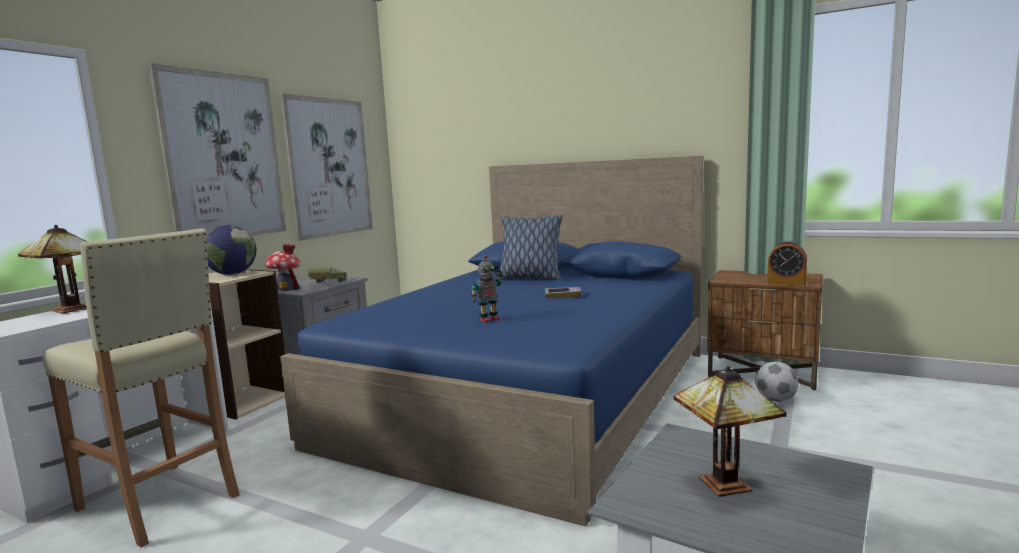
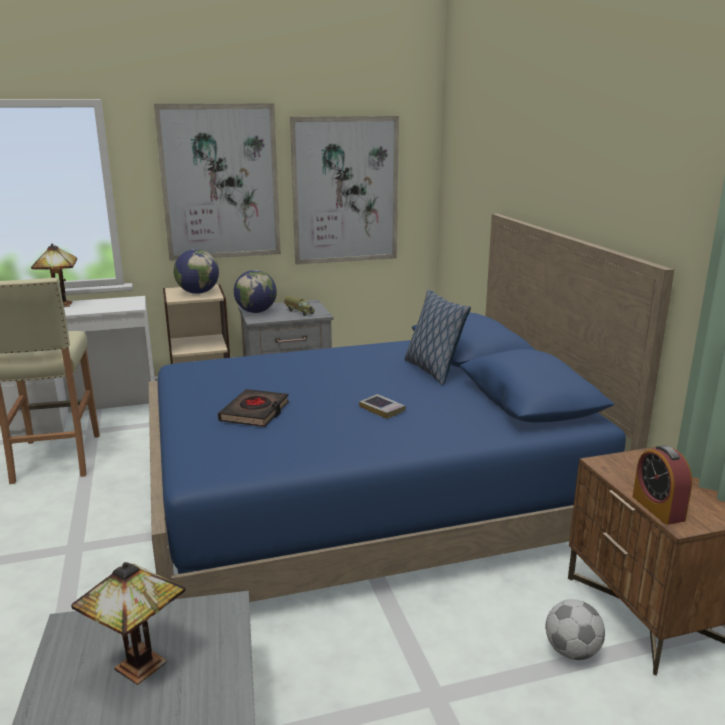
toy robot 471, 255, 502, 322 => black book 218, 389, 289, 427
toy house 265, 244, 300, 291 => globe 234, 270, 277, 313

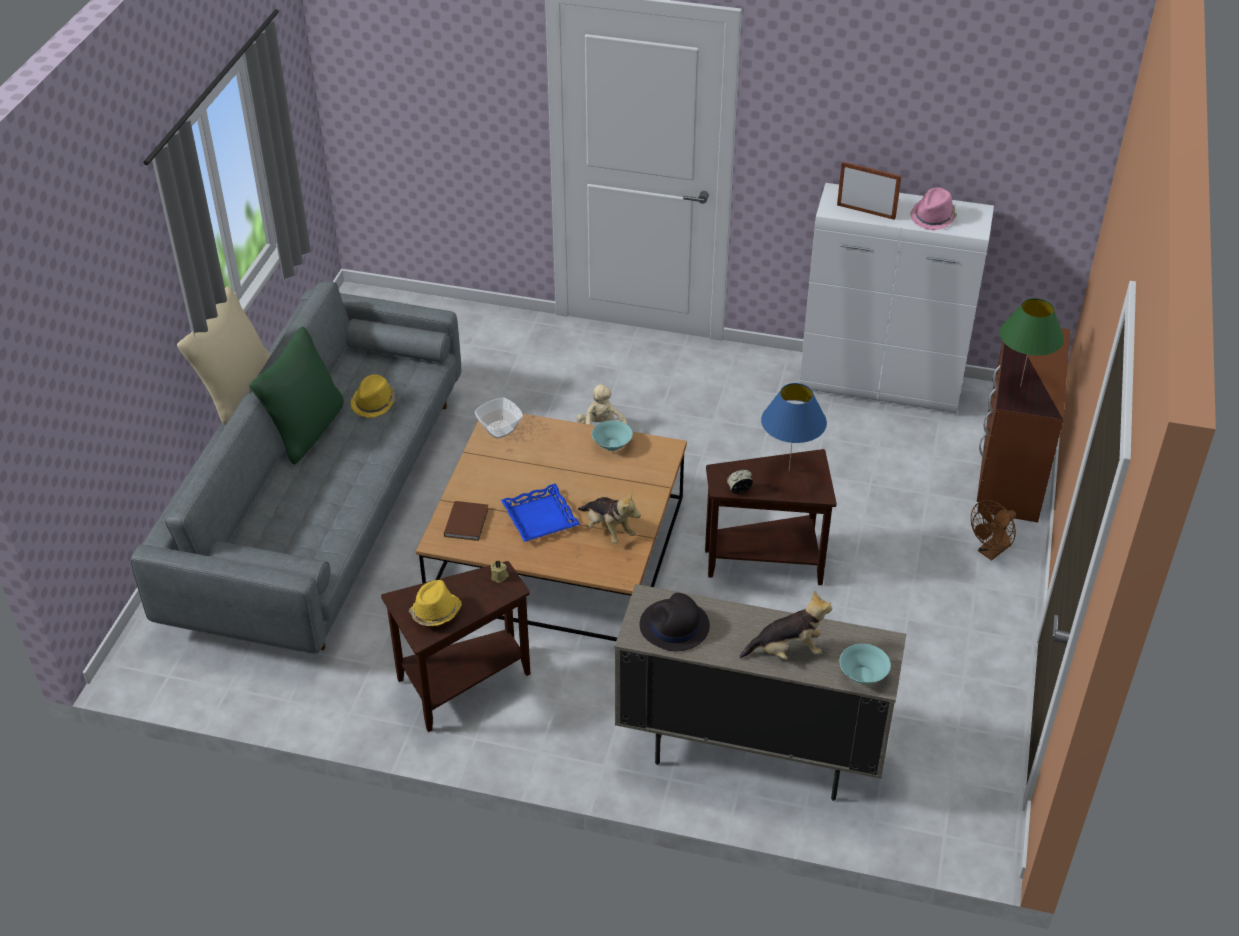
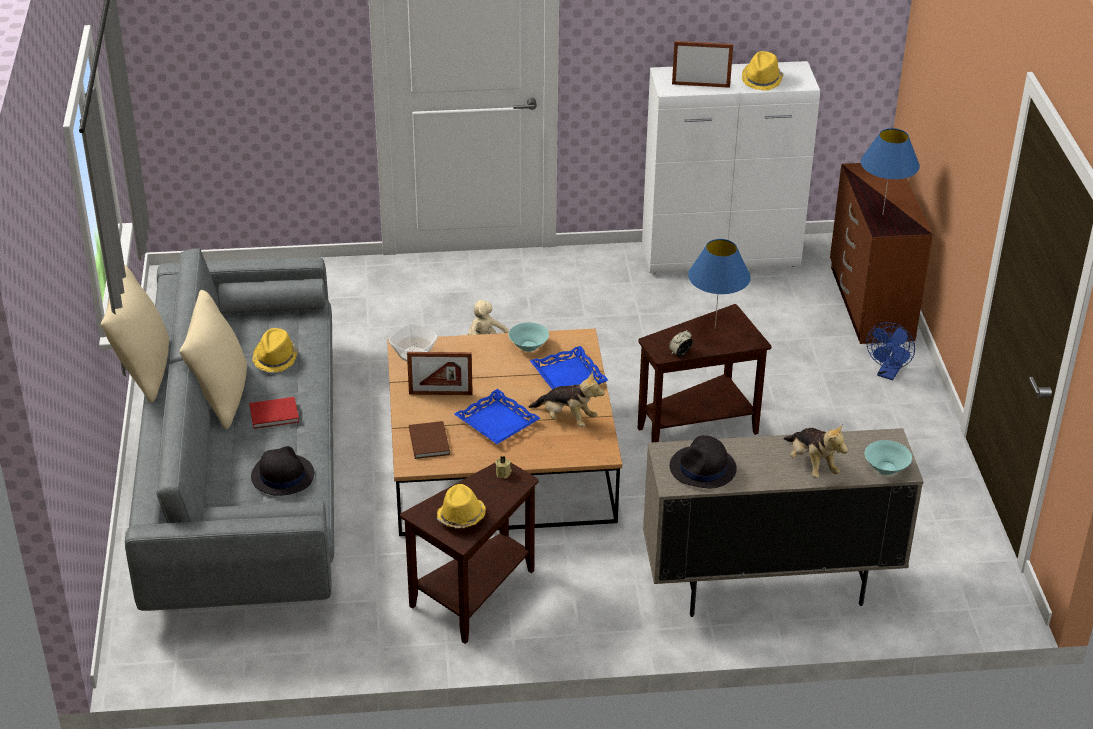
green pillow 249, 327, 344, 465 => beige pillow 179, 290, 247, 429
nothing => red book 249, 397, 299, 429
nothing => black hat 251, 446, 314, 496
nothing => picture frame 407, 352, 473, 395
nothing => blue tray 529, 346, 608, 389
pink hat 910, 187, 957, 231 => yellow hat 741, 51, 784, 91
plush toy 739, 590, 832, 660 => plush toy 783, 424, 848, 478, 90 degrees clockwise
green table lamp 1000, 298, 1064, 387 => blue table lamp 861, 128, 920, 213
brown fan 971, 500, 1016, 560 => blue fan 866, 322, 915, 380

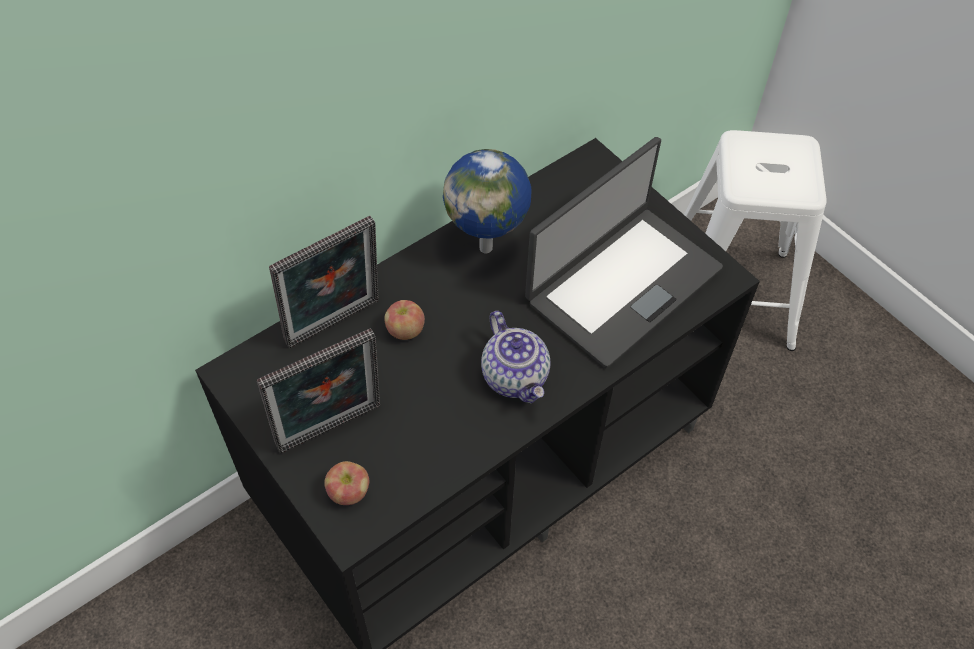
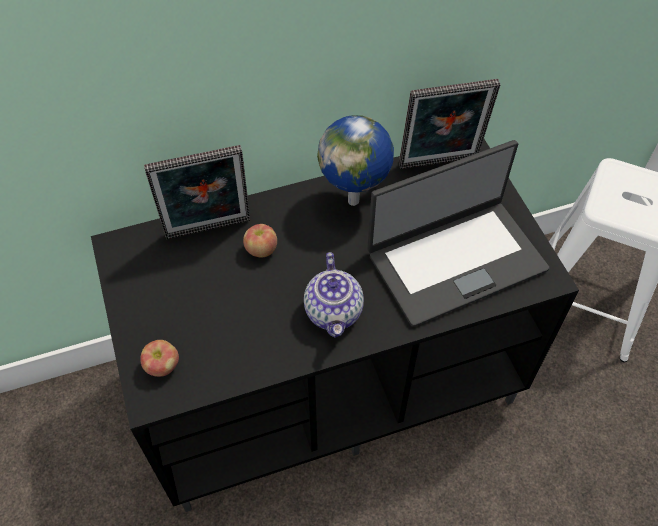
picture frame 257, 328, 380, 454 => picture frame 399, 79, 500, 169, shifted

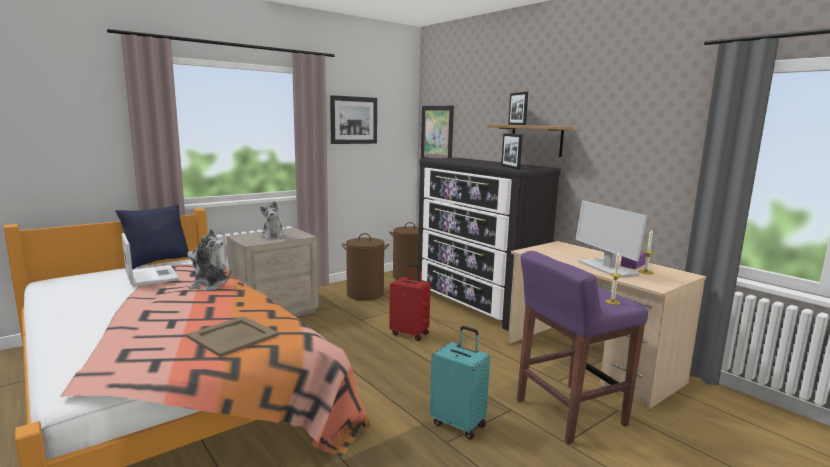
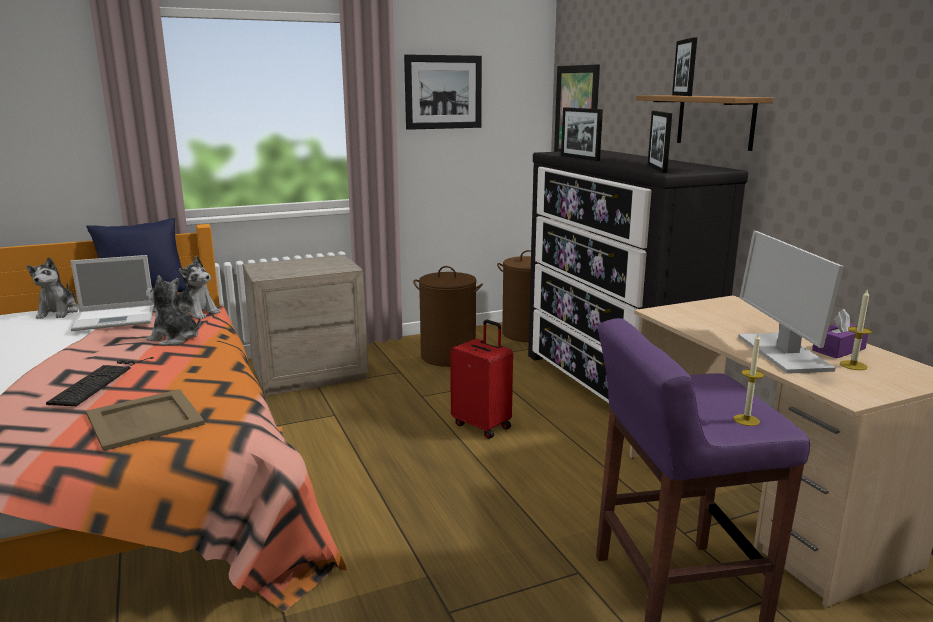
plush toy 260, 201, 285, 240 => plush toy 27, 257, 79, 319, shifted
nothing => keyboard 46, 357, 154, 406
laptop 122, 233, 179, 287 => laptop 71, 255, 154, 331, 90 degrees clockwise
nothing => picture frame 561, 107, 603, 161
turquoise suitcase 430, 326, 490, 440 => nothing

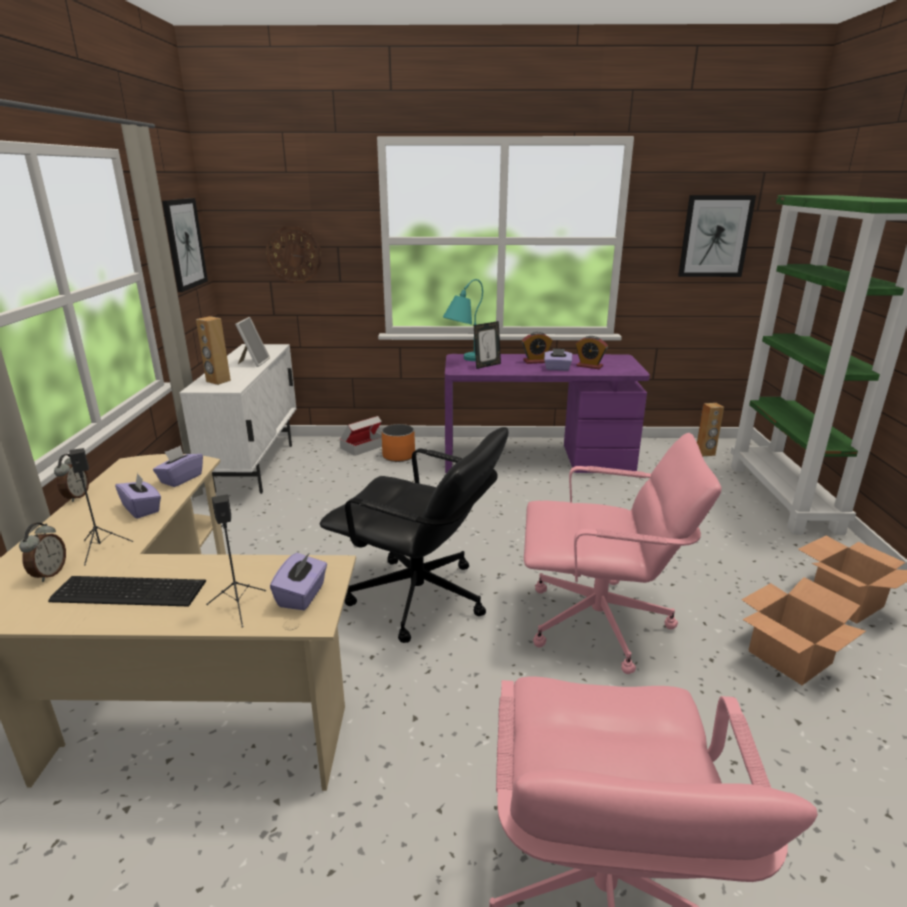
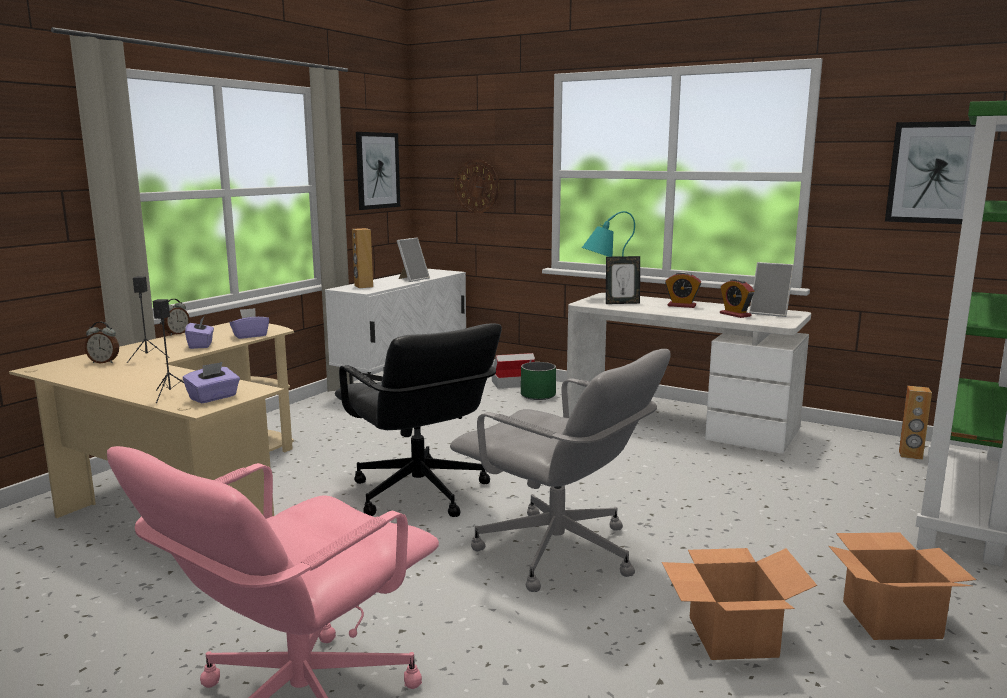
alarm clock 19, 523, 66, 582 => alarm clock 84, 322, 119, 364, 60 degrees clockwise
pink office chair 524, 433, 721, 674 => grey office chair 450, 349, 671, 592
orange planter 382, 424, 415, 462 => green planter 521, 362, 556, 400
purple desk 445, 354, 650, 473 => white desk 567, 293, 811, 453
nothing => picture frame 749, 262, 794, 317
keyboard 48, 576, 206, 606 => nothing
purple tissue box 544, 348, 572, 371 => nothing

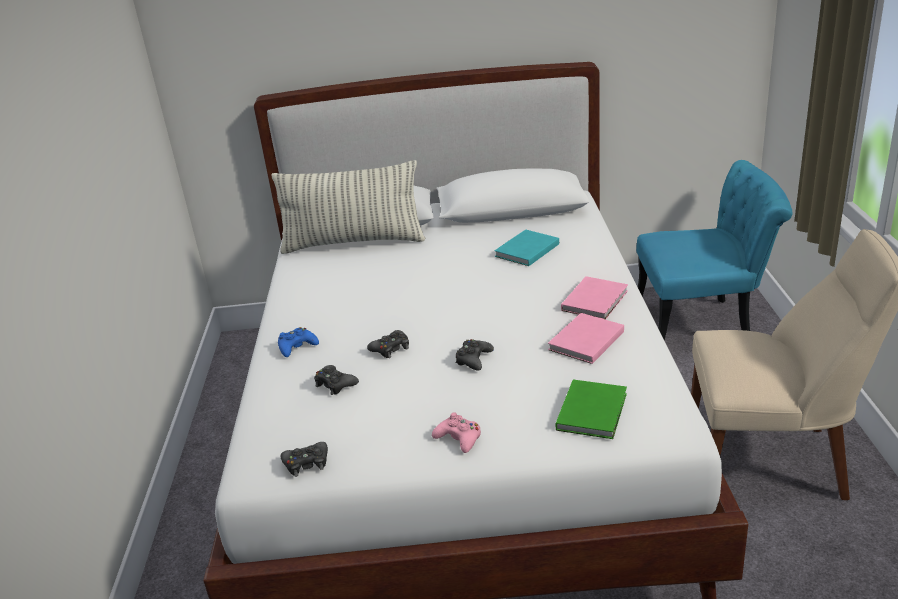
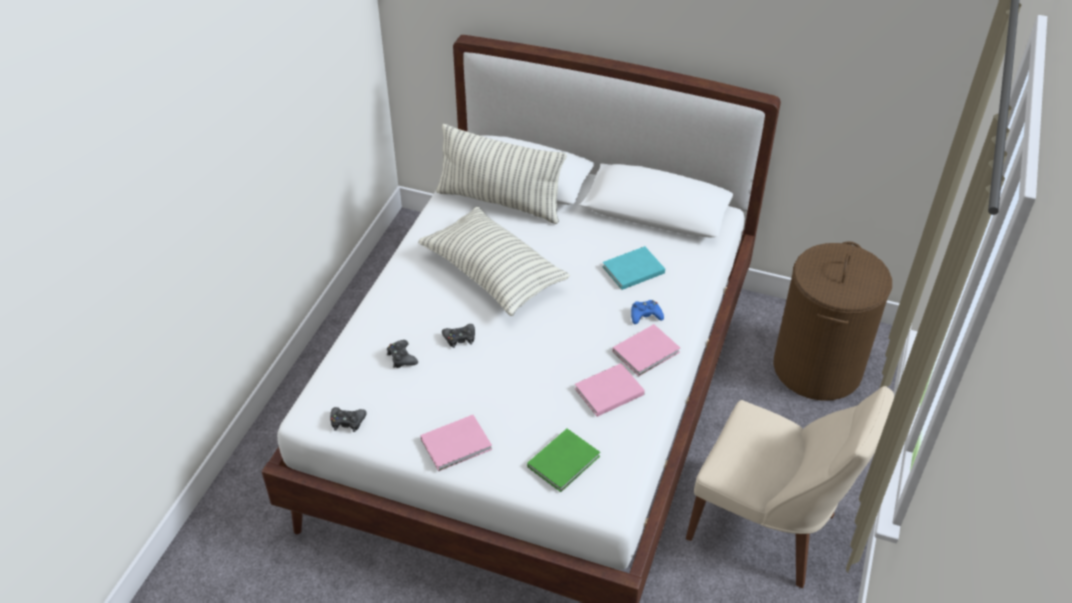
nothing => pillow 418, 207, 570, 316
pink game controller 432, 413, 481, 453 => pink book 420, 415, 492, 471
blue game controller 278, 327, 319, 357 => blue game controller 631, 300, 664, 324, shifted
turquoise chair 636, 160, 792, 341 => brown laundry basket 773, 241, 892, 401
black game controller 456, 339, 494, 371 => nothing

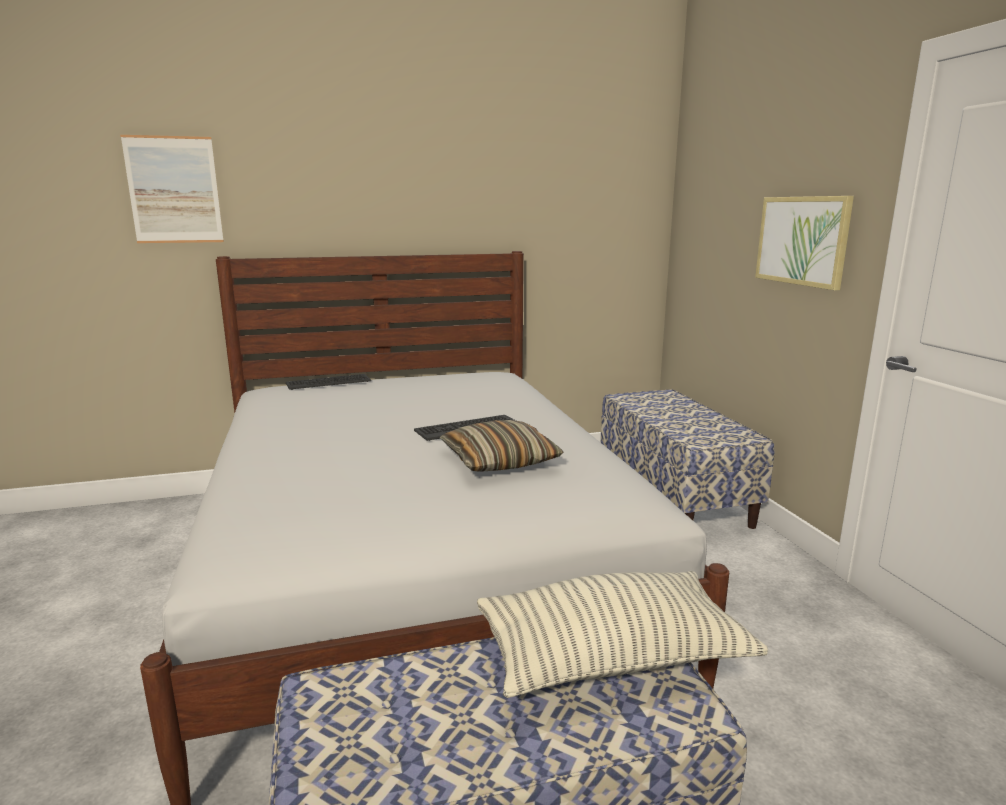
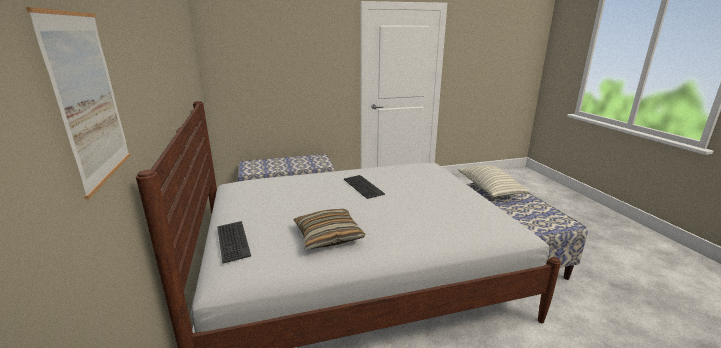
pillow 440, 420, 563, 472 => pillow 293, 209, 365, 249, shifted
picture 755, 196, 854, 290 => nothing

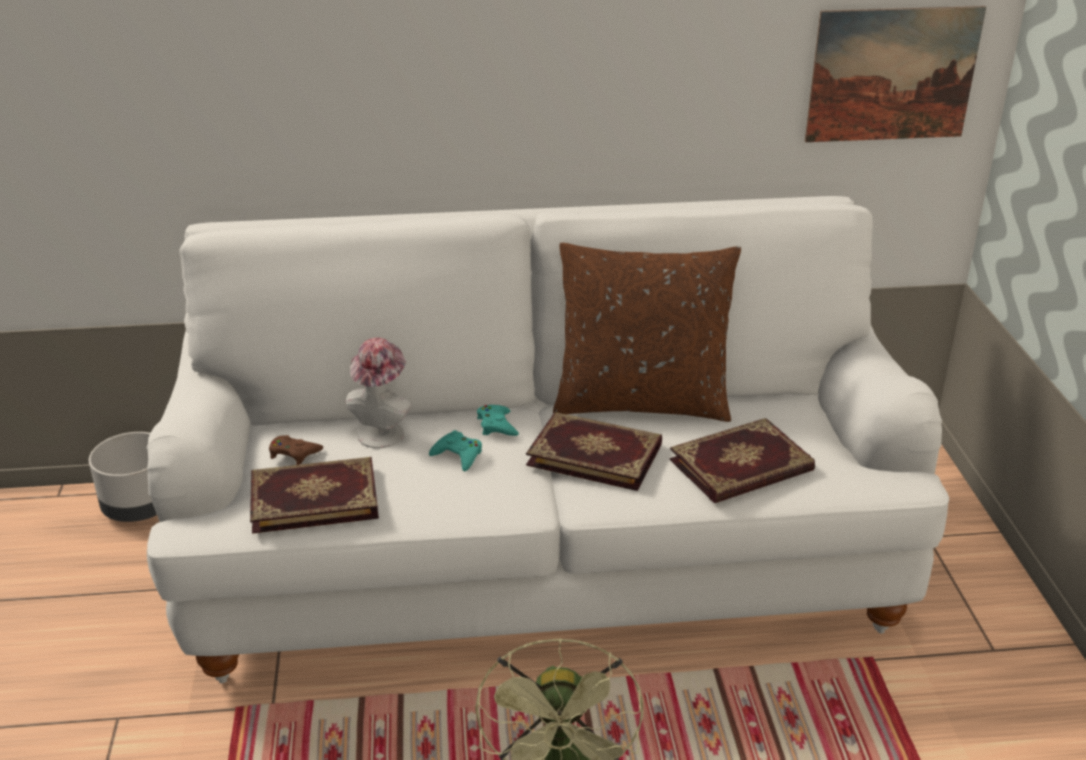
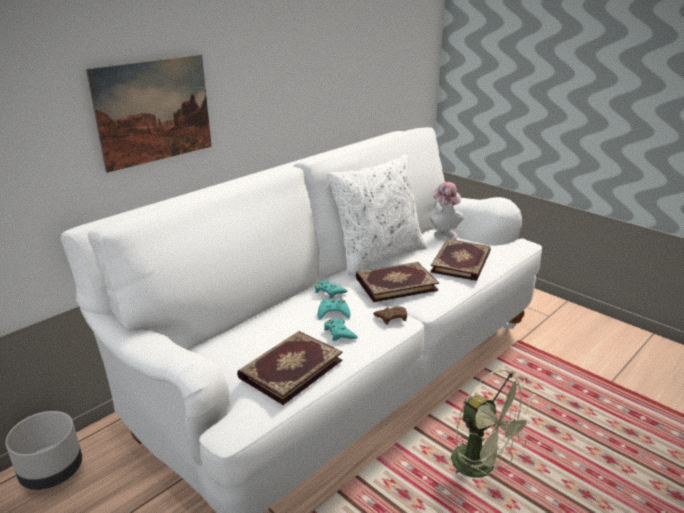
picture 805, 6, 986, 142 => picture 86, 54, 212, 173, shifted
nothing => turquoise game controller 324, 319, 358, 341
brown pillow 553, 243, 741, 422 => white pillow 327, 153, 427, 276
brown game controller 269, 435, 323, 465 => brown game controller 373, 306, 407, 325, shifted
hat 346, 337, 411, 448 => hat 430, 182, 464, 241, shifted

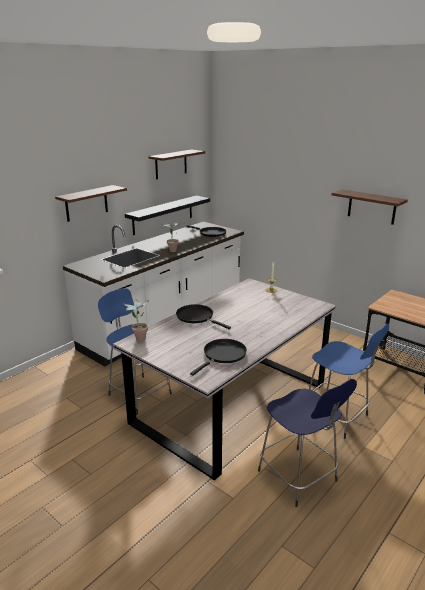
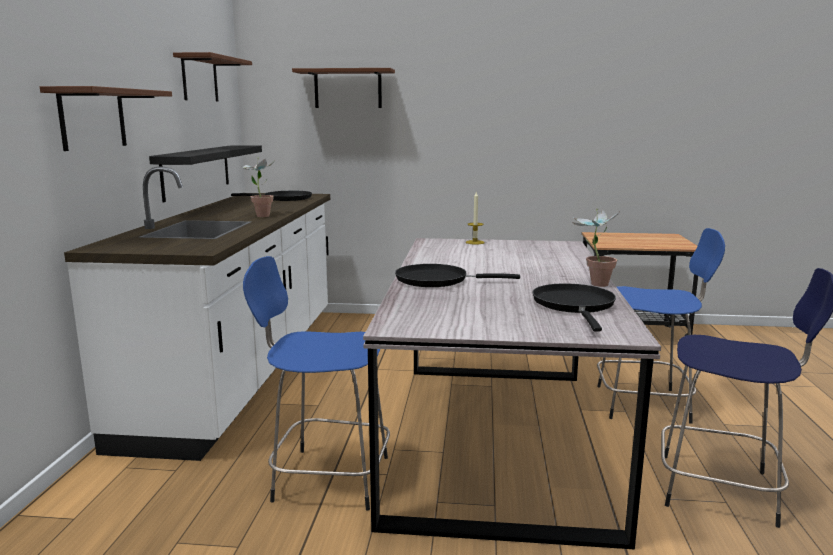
brown shelf 332, 189, 408, 225 => brown shelf 292, 68, 395, 108, shifted
potted plant 125, 300, 149, 342 => potted plant 572, 209, 619, 287, shifted

